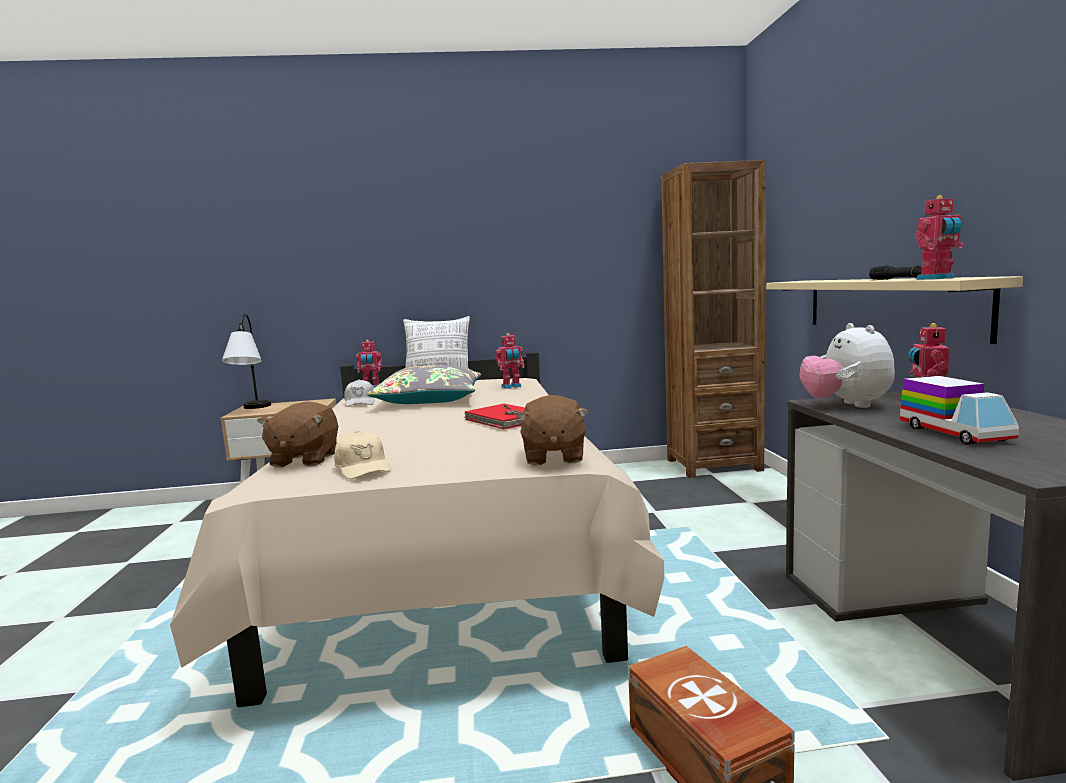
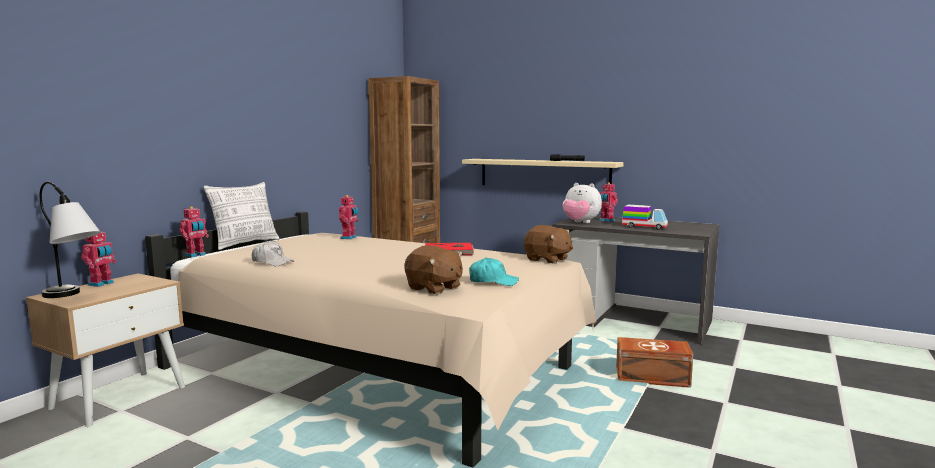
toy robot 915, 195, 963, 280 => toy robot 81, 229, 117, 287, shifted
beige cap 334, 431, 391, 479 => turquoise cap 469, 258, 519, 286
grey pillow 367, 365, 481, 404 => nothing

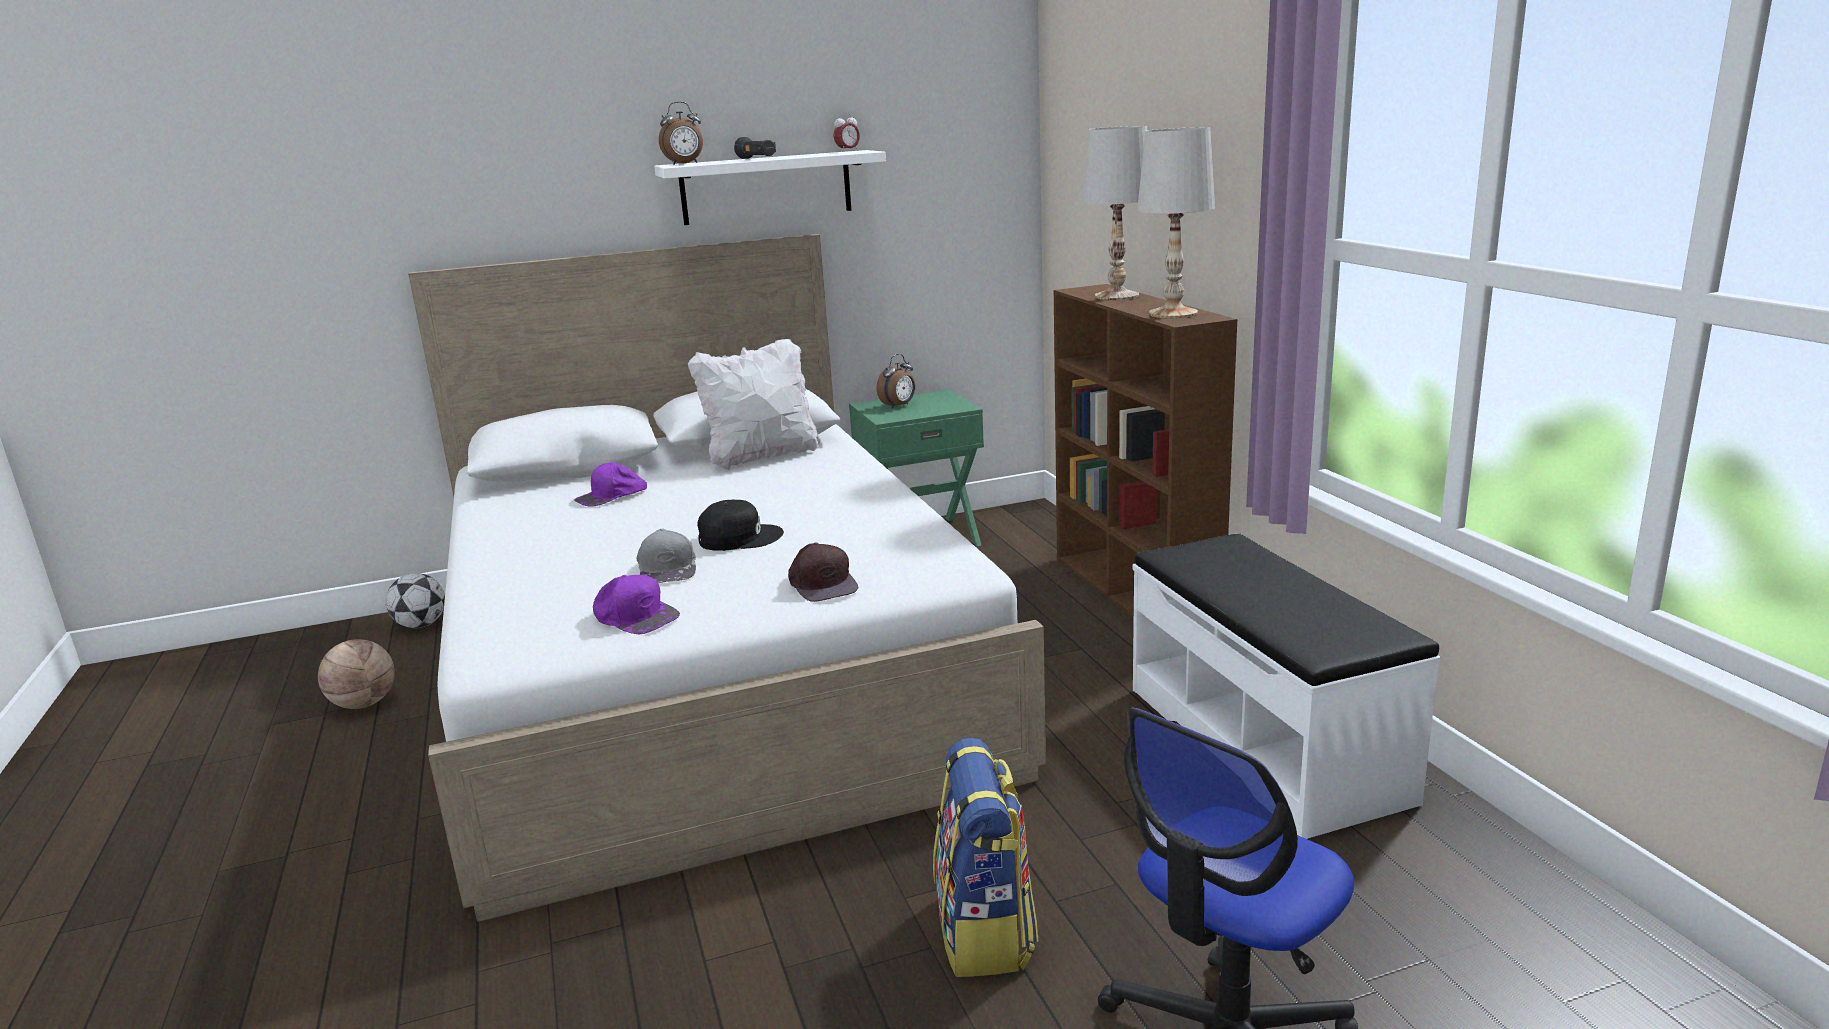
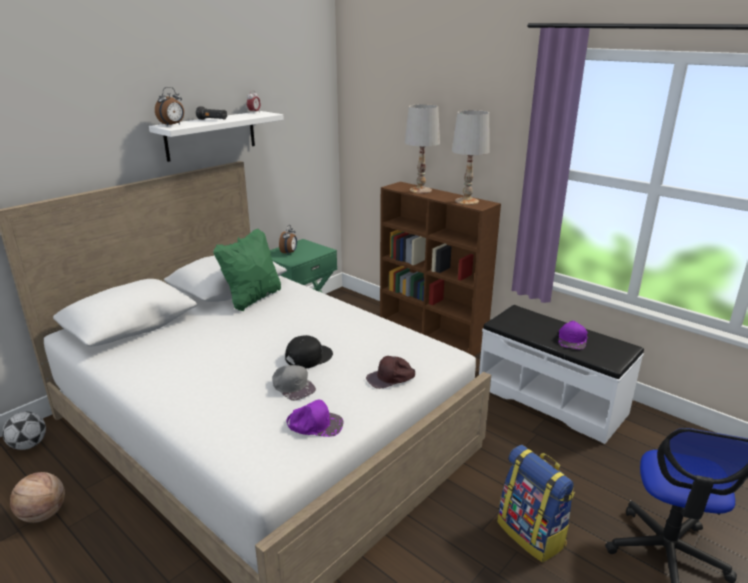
white pillow 688, 339, 818, 470 => green pillow 213, 229, 281, 311
brown cap 788, 542, 858, 602 => brown cap 366, 356, 415, 389, 120 degrees clockwise
purple cap 574, 462, 647, 507 => purple cap 559, 321, 588, 349, shifted

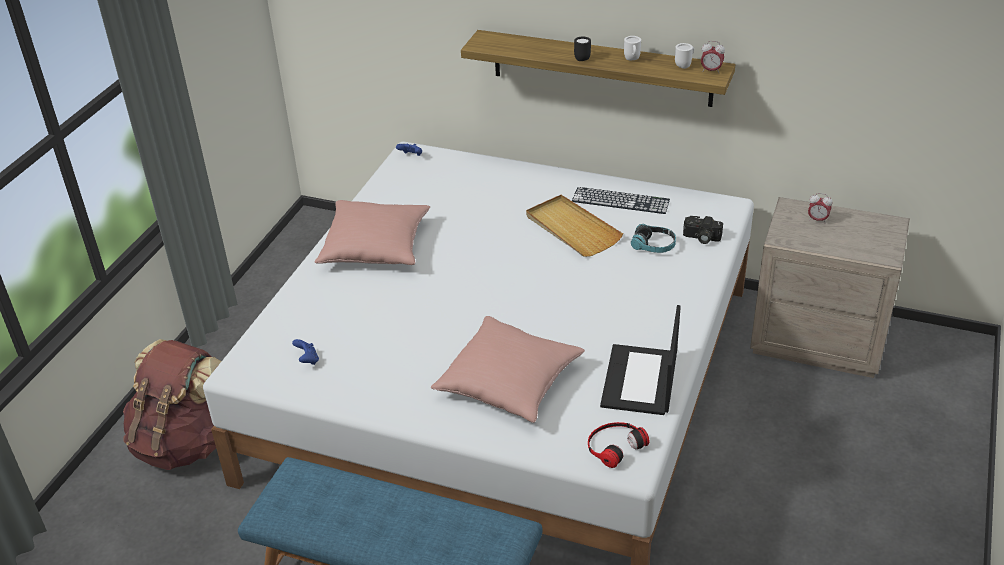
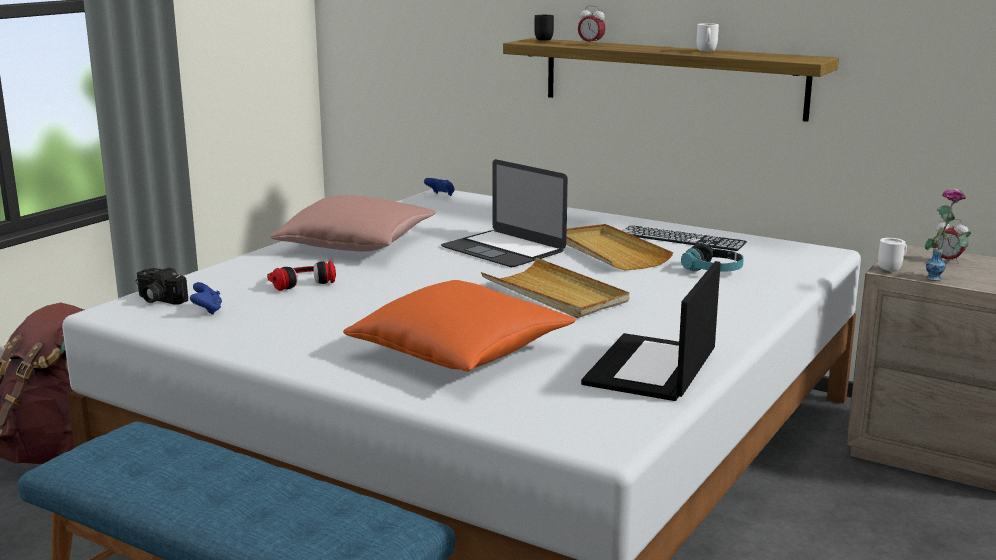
photo camera 683, 216, 723, 244 => photo camera 135, 268, 188, 305, shifted
headphones 588, 422, 650, 468 => headphones 267, 261, 336, 291, shifted
pink pillow 431, 316, 585, 423 => orange pillow 343, 280, 576, 372
nothing => laptop 441, 159, 568, 267
nothing => beige tray 481, 258, 629, 318
black mug 574, 36, 591, 61 => black mug 535, 15, 554, 41, shifted
alarm clock 701, 41, 725, 73 => alarm clock 578, 5, 606, 44, shifted
white mug 675, 43, 694, 69 => white mug 878, 238, 907, 272, shifted
nothing => vase 925, 188, 971, 281

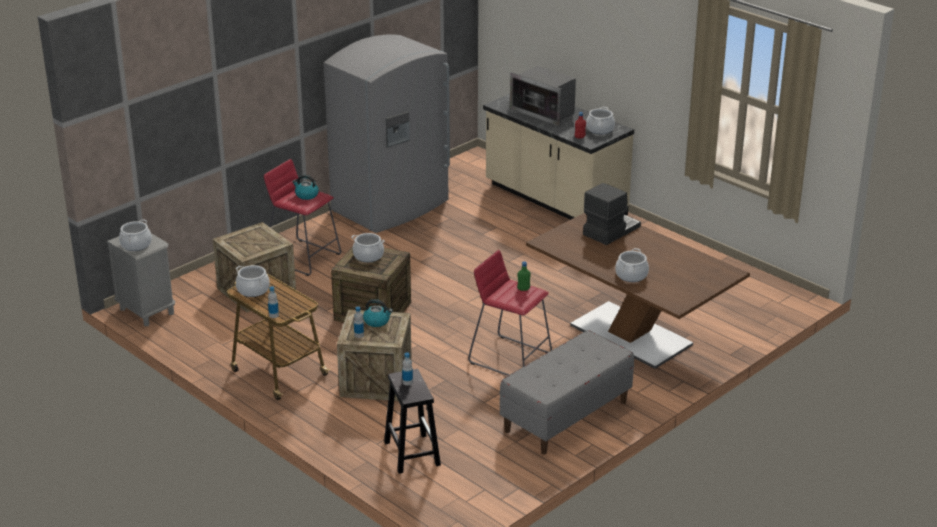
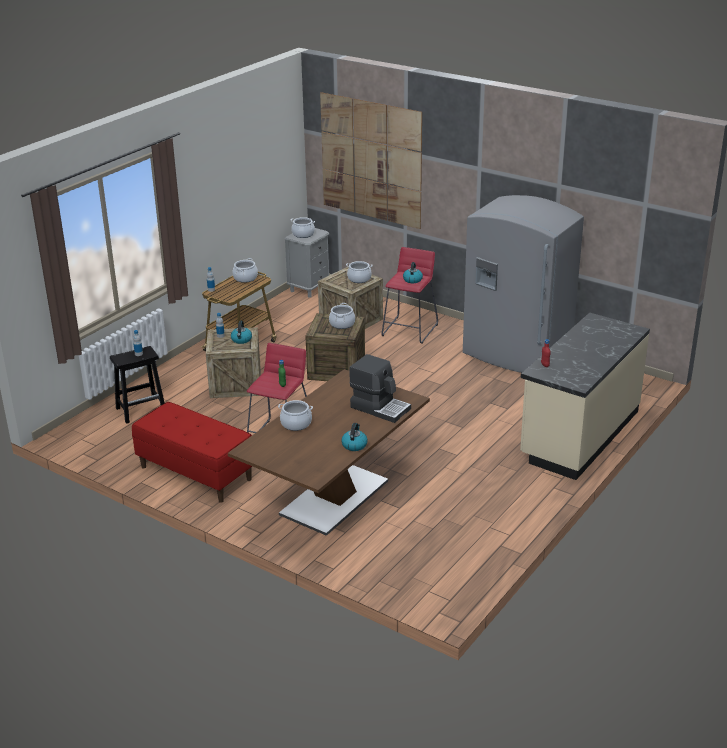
grey bench 500, 330, 634, 455 => red bench 132, 402, 252, 503
nothing => picture 320, 92, 422, 229
nothing => kettle 341, 423, 368, 451
cooking pot 586, 107, 615, 134 => cooking pot 346, 261, 373, 283, shifted
microwave 510, 66, 576, 127 => nothing

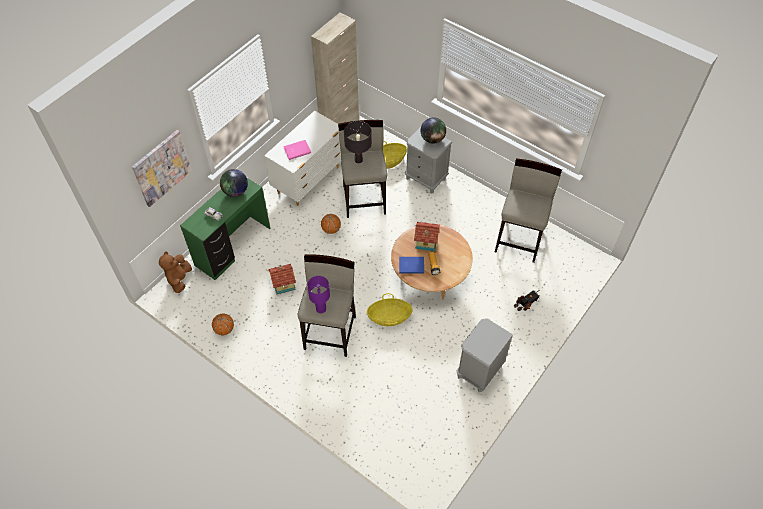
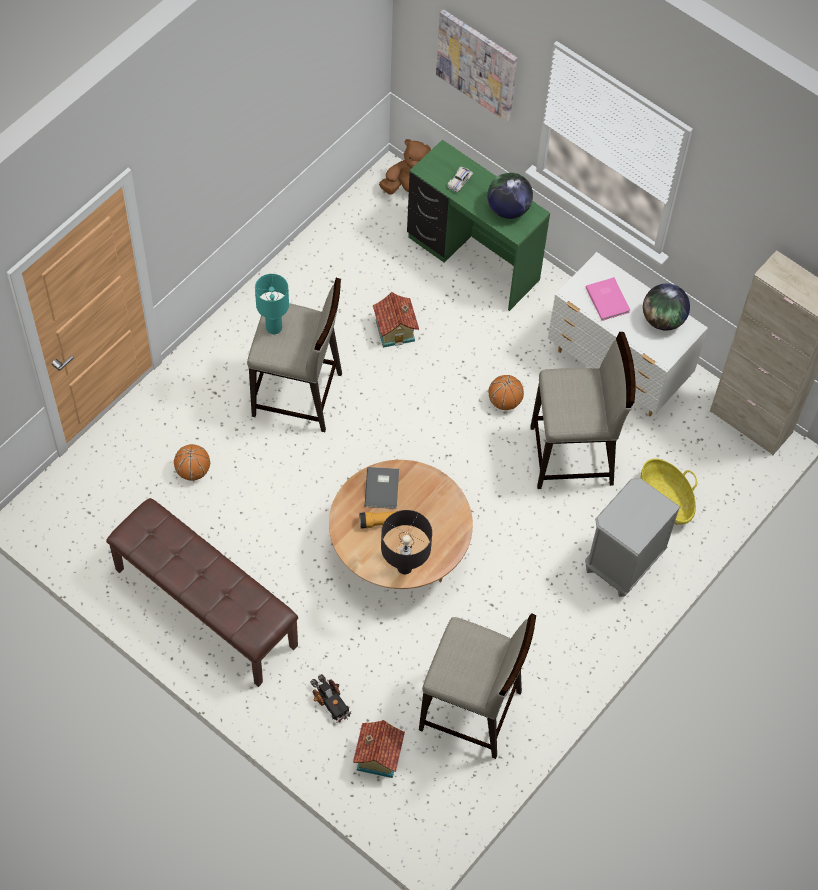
grey nightstand 457, 318, 513, 392 => brown bench 106, 498, 298, 687
basketball 212, 313, 234, 335 => basketball 174, 444, 210, 481, shifted
purple table lamp 307, 276, 330, 313 => turquoise table lamp 255, 274, 289, 334
toy house 414, 222, 440, 251 => toy house 353, 720, 405, 778, shifted
blue book 399, 257, 424, 274 => grey book 365, 467, 399, 509
black table lamp 344, 121, 372, 163 => black table lamp 381, 510, 432, 574, shifted
globe 421, 118, 446, 144 => globe 643, 283, 690, 331, shifted
basket 367, 293, 413, 326 => nothing

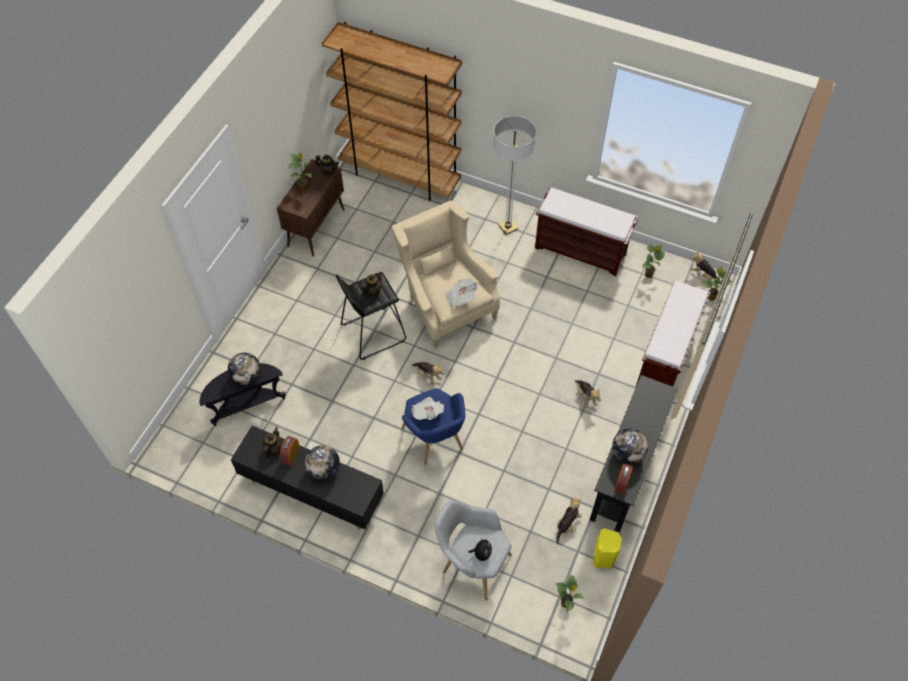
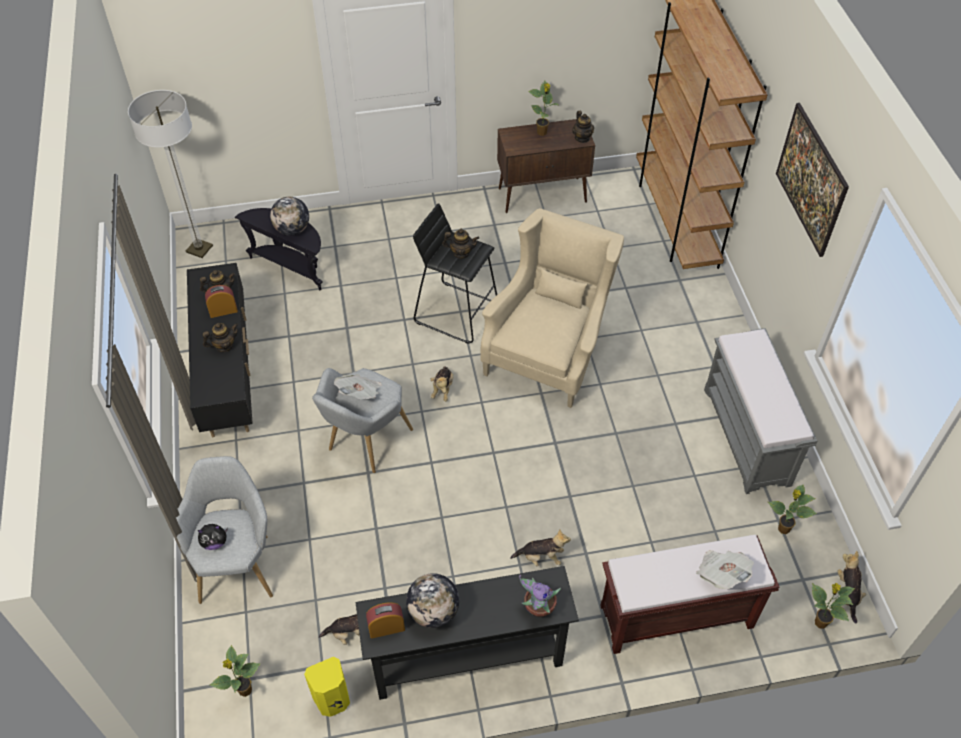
floor lamp 493, 116, 537, 235 => floor lamp 128, 90, 213, 258, shifted
globe 305, 445, 340, 480 => teapot 203, 323, 238, 352
blue armchair 401, 388, 465, 465 => grey armchair 312, 368, 413, 473
plush toy 575, 380, 601, 408 => plush toy 510, 529, 571, 566, 120 degrees counterclockwise
nothing => potted plant 519, 575, 561, 617
newspaper 444, 278, 478, 308 => newspaper 696, 550, 754, 589, shifted
brown bench 535, 187, 638, 276 => grey bench 704, 328, 817, 494
nothing => picture 776, 103, 849, 257

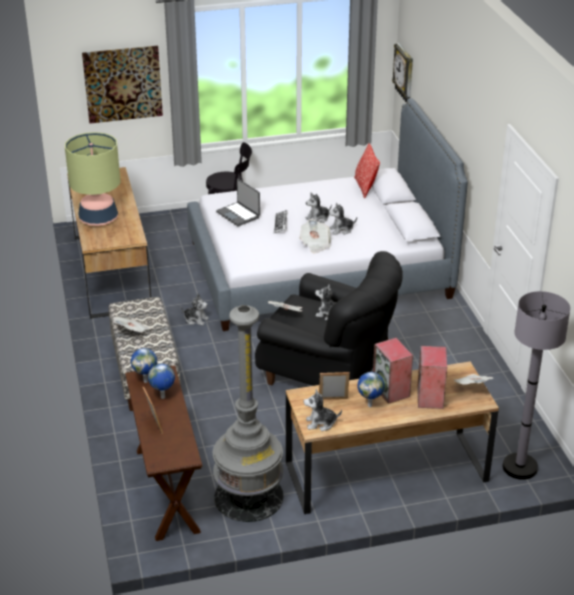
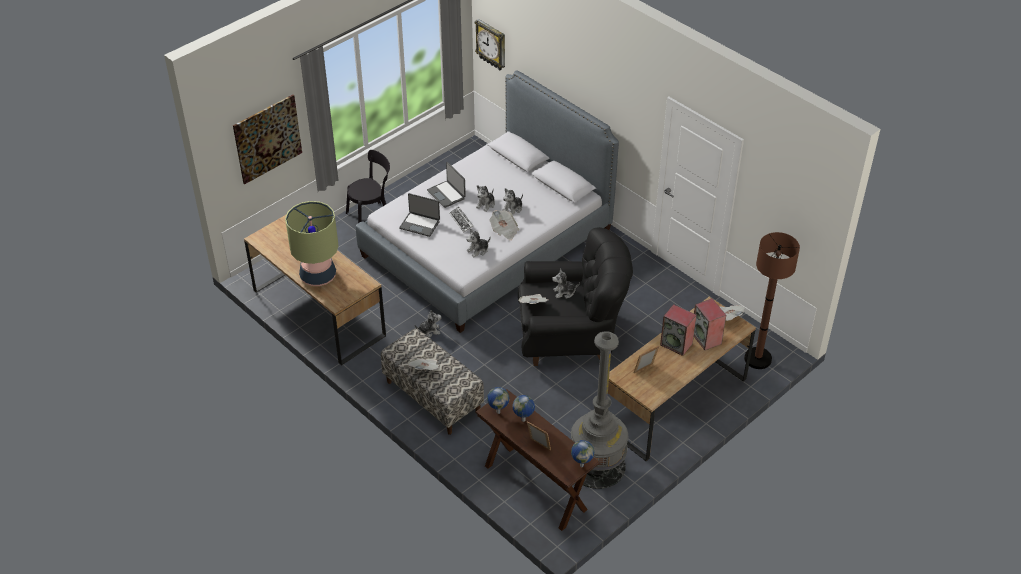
nothing => laptop 427, 162, 466, 208
plush toy 304, 389, 342, 431 => plush toy 466, 228, 491, 258, shifted
globe 357, 372, 385, 407 => globe 571, 440, 594, 467, shifted
grey floor lamp 503, 291, 571, 480 => brown floor lamp 744, 232, 800, 369
pillow 354, 143, 380, 198 => nothing

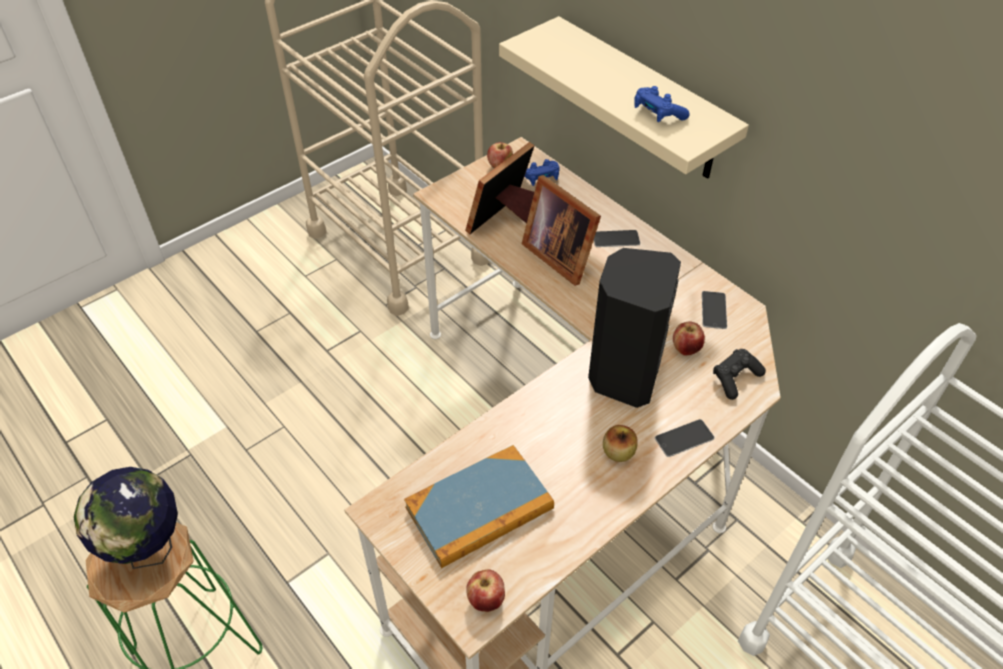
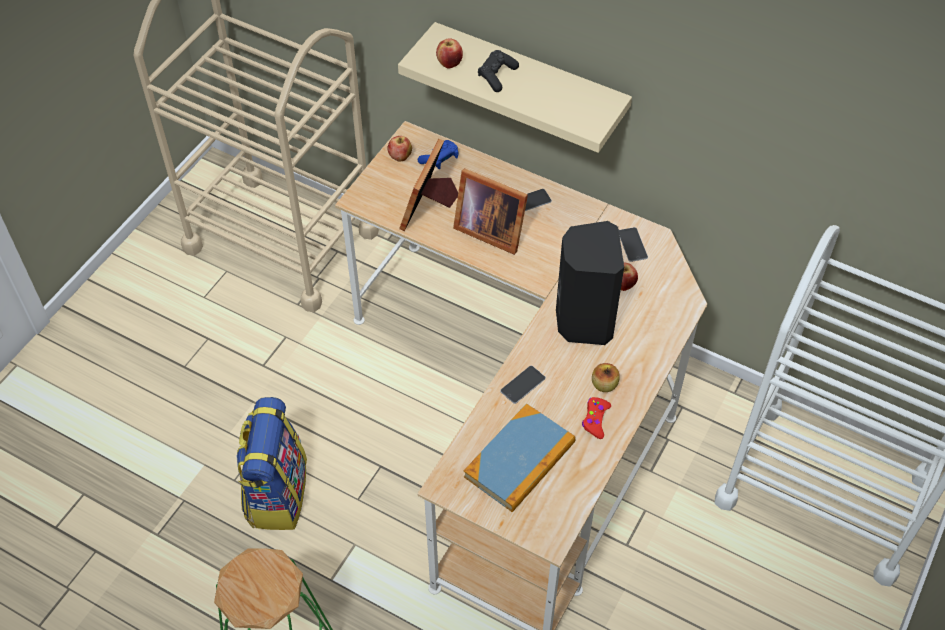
nothing => backpack 236, 397, 307, 530
apple 466, 569, 505, 612 => apple 436, 38, 463, 69, shifted
black game controller 713, 349, 766, 400 => black game controller 478, 50, 519, 92, shifted
phone 655, 419, 715, 457 => phone 500, 366, 546, 404, shifted
nothing => red game controller 582, 397, 611, 439
globe 74, 467, 178, 569 => nothing
blue game controller 634, 86, 689, 122 => nothing

